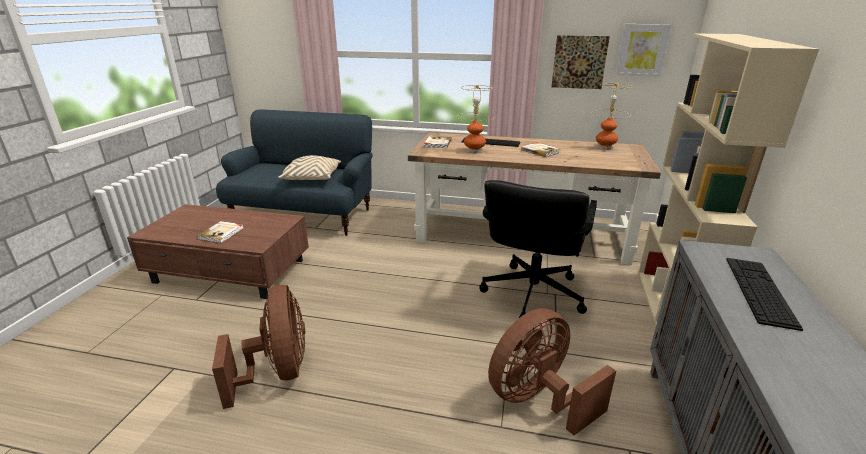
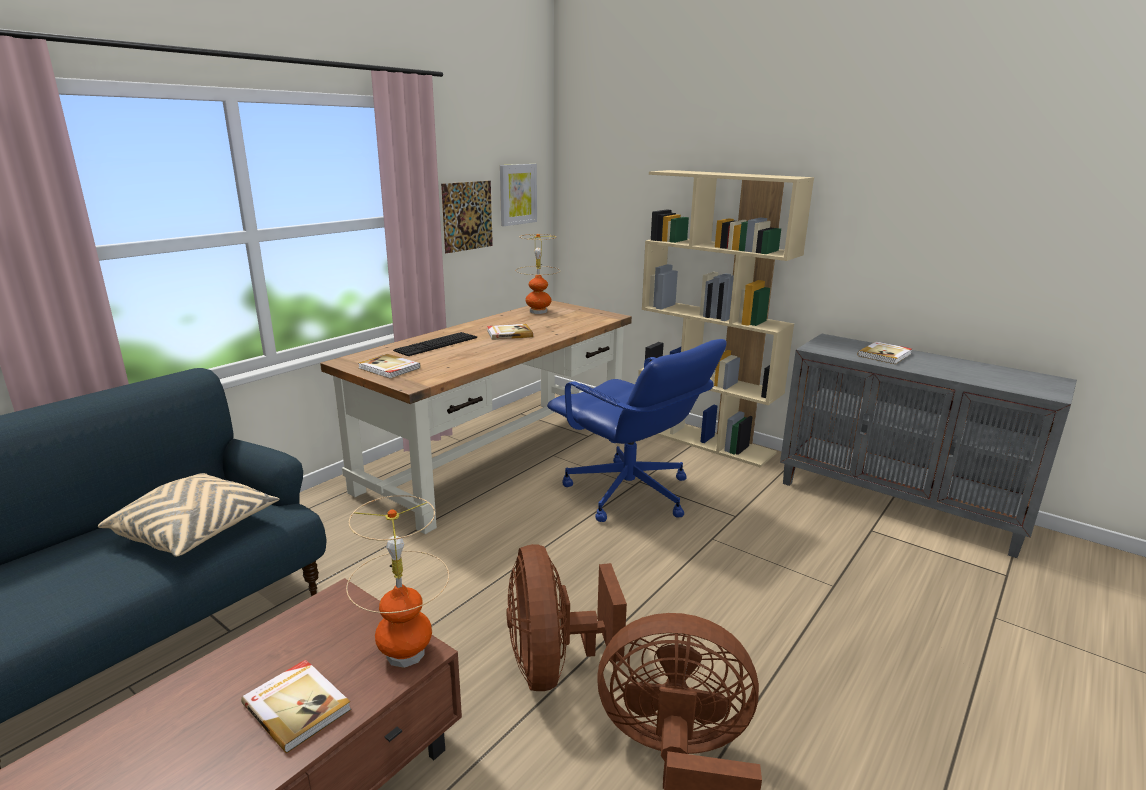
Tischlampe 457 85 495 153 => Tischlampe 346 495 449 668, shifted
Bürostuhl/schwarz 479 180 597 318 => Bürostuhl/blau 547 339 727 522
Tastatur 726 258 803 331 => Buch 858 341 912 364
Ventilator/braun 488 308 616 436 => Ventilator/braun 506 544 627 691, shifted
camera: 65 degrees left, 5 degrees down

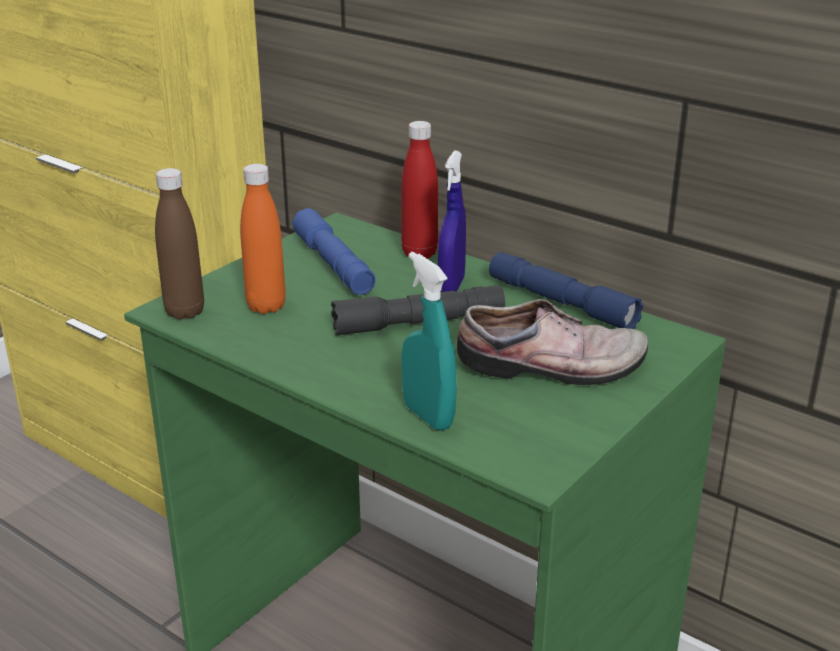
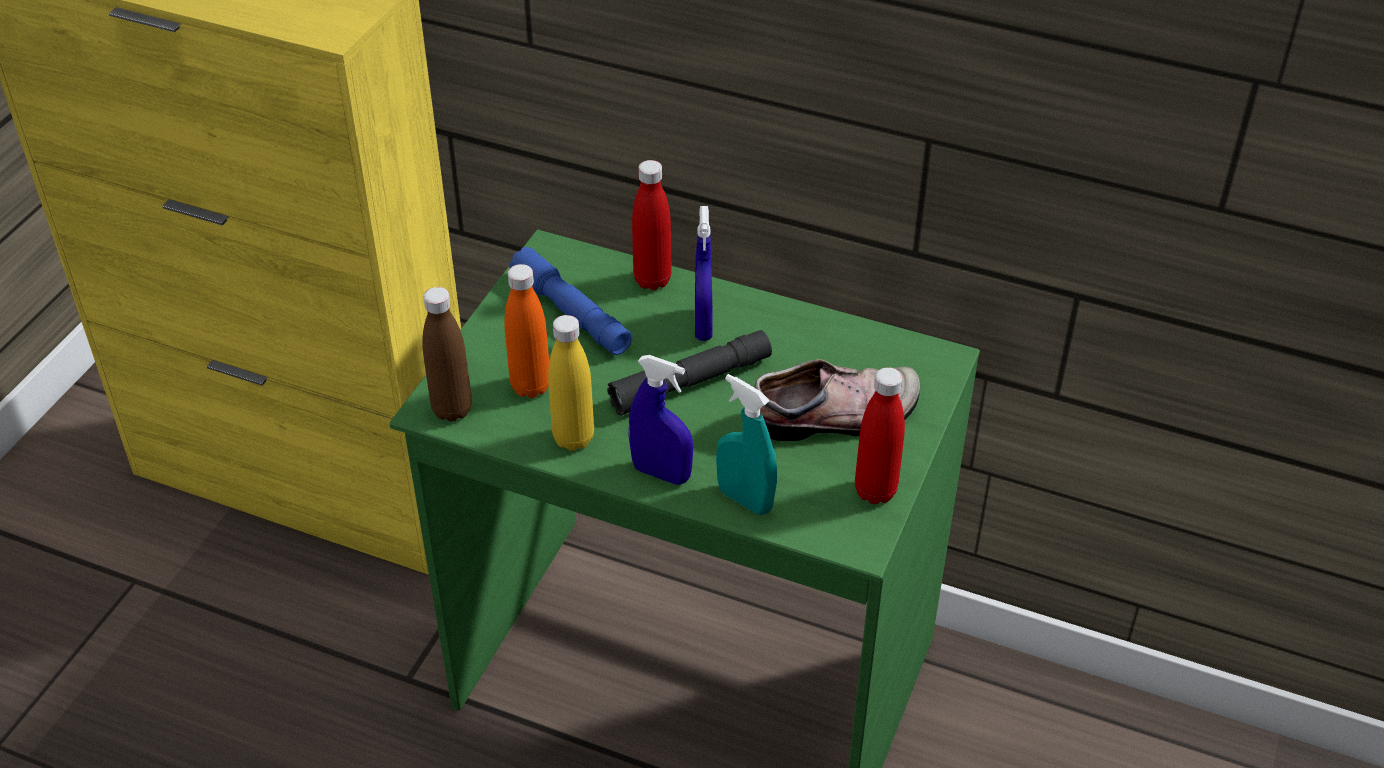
Taschenlampe/blau 489 252 643 329 => nothing
nothing => Flasche/gelb 548 315 594 451
nothing => Sprühflasche/blau 629 355 693 485
nothing => Flasche/rot 855 367 905 504
camera: 15 degrees left, 15 degrees up

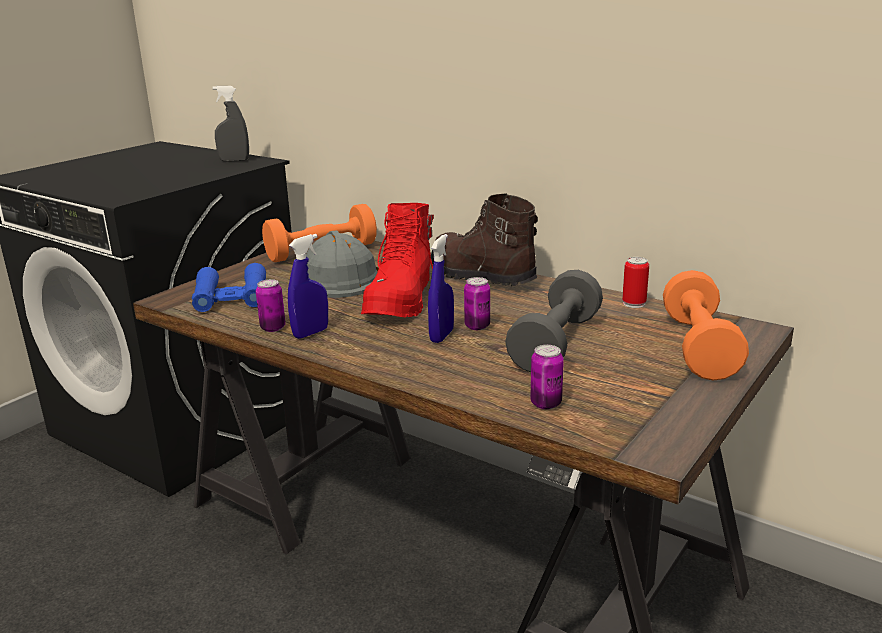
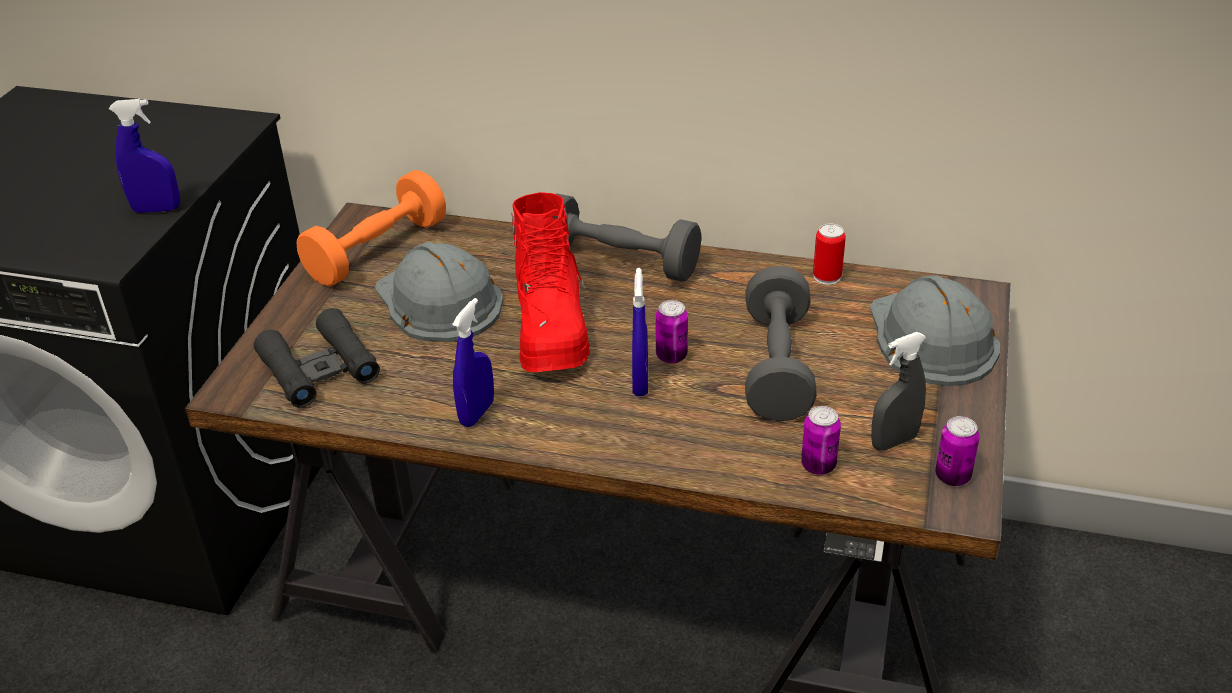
Sprühflasche/grau 212 86 249 161 => Sprühflasche/grau 871 332 926 450, shifted
Stiefel/braun 431 194 538 286 => Hantel/grau 556 193 701 282
Fernglas/blau 192 263 266 312 => Fernglas/schwarz 254 308 380 408
Hantel/orange 663 270 749 381 => Schutzhelm/grau 870 275 1000 386
Dose 256 279 286 332 => Dose 935 416 980 486, shifted
nothing => Sprühflasche/blau 109 99 180 213
camera: 20 degrees left, 15 degrees up

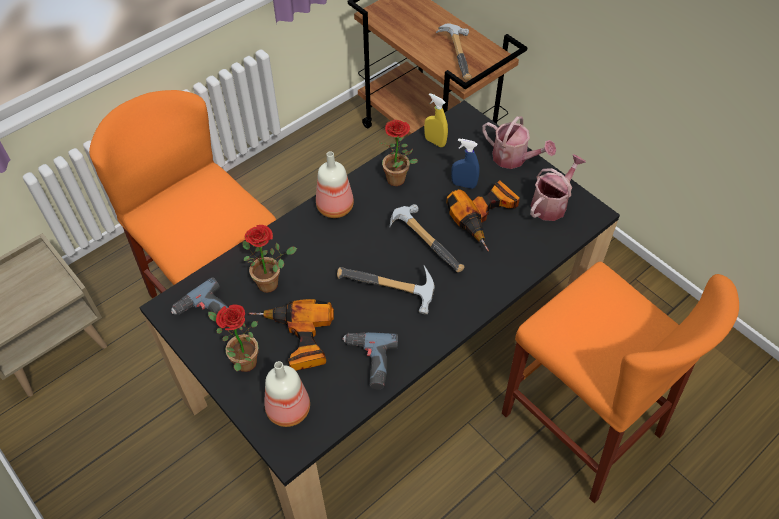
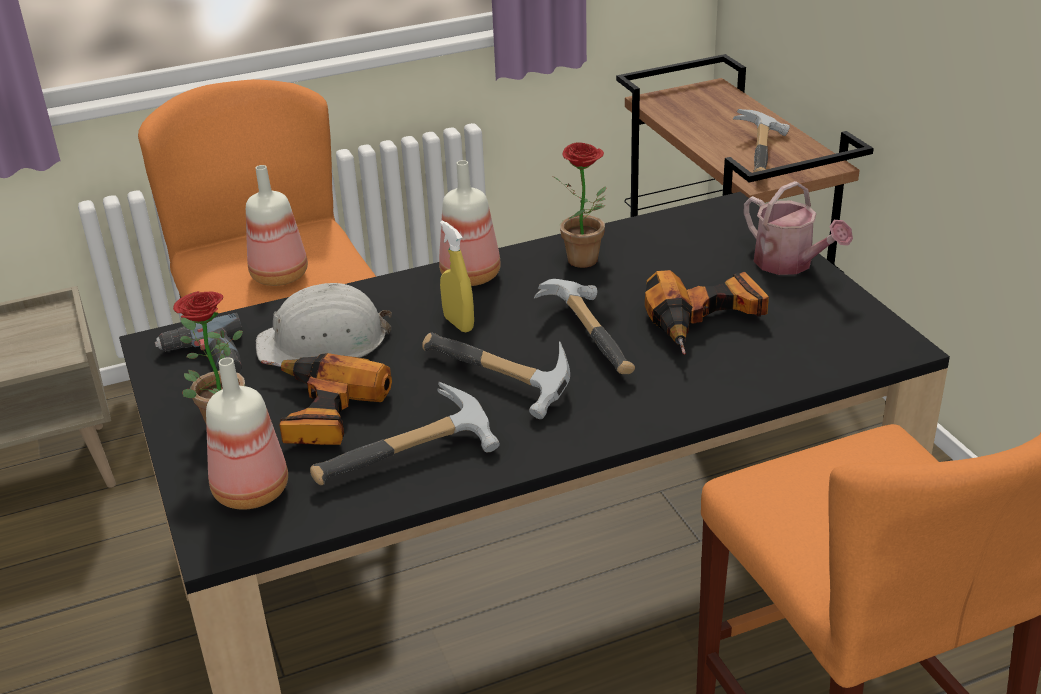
Sprühflasche/gelb 424 93 448 147 => Sprühflasche/gelb 440 220 474 332, shifted
Sprühflasche/blau 451 138 480 189 => nothing
Gießkanne 530 154 586 221 => nothing
Topfpflanze 242 225 297 293 => Schutzhelm/weiß 256 283 392 364
Bohrmaschine 343 332 398 389 => Hammer 310 382 500 485
nothing => Flasche 246 165 308 286
camera: 20 degrees right, 20 degrees down

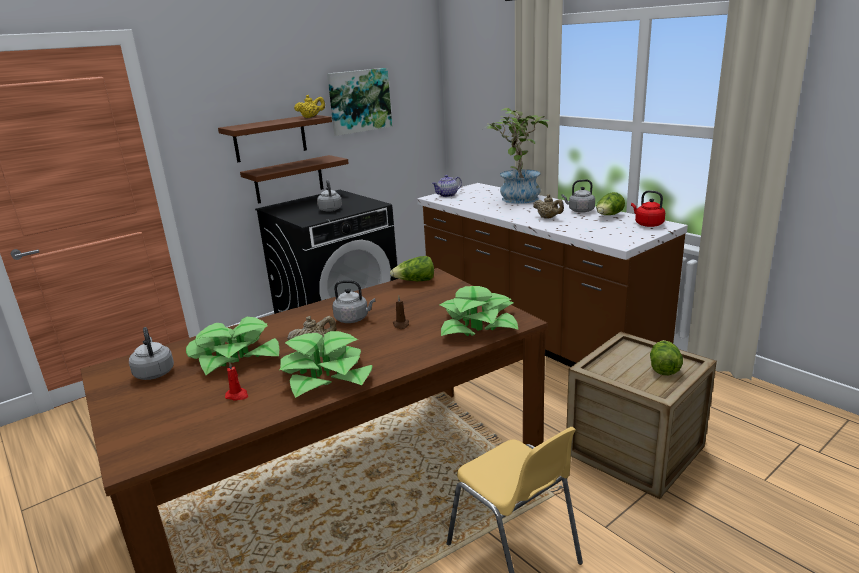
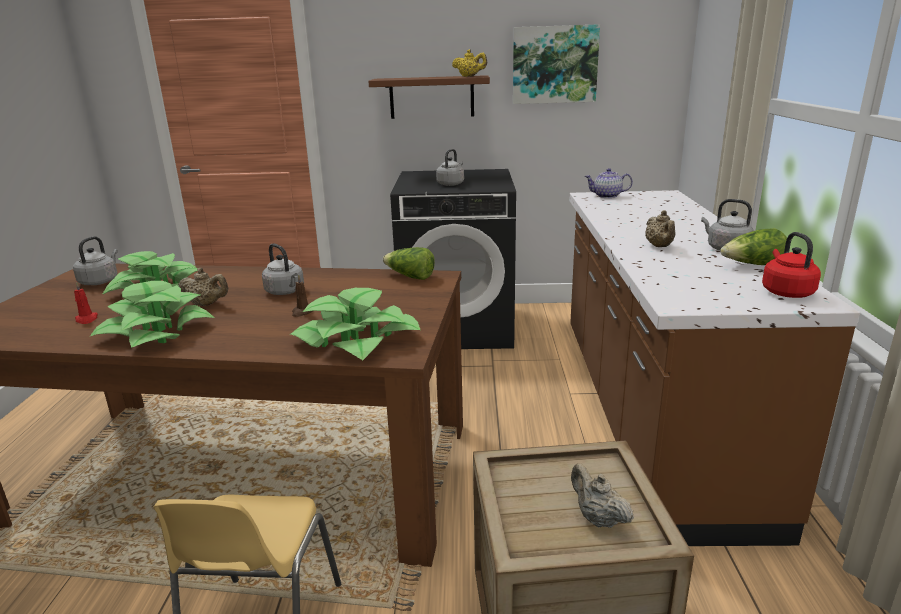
Topfpflanze 486 108 549 204 => nothing
Wandregal/braun 240 155 349 204 => nothing
Salatkopf 650 340 683 375 => Teekanne/beige 571 463 634 528
camera: 40 degrees right, 0 degrees up

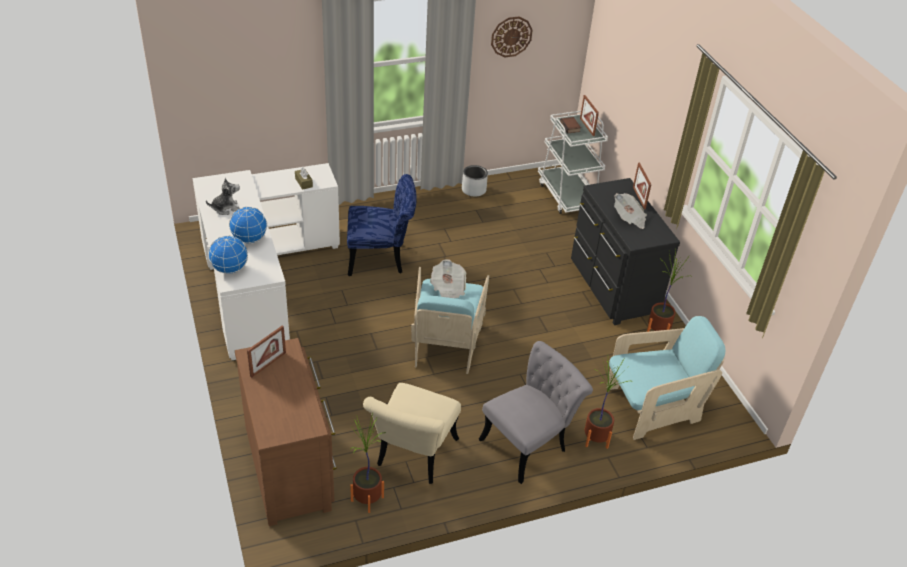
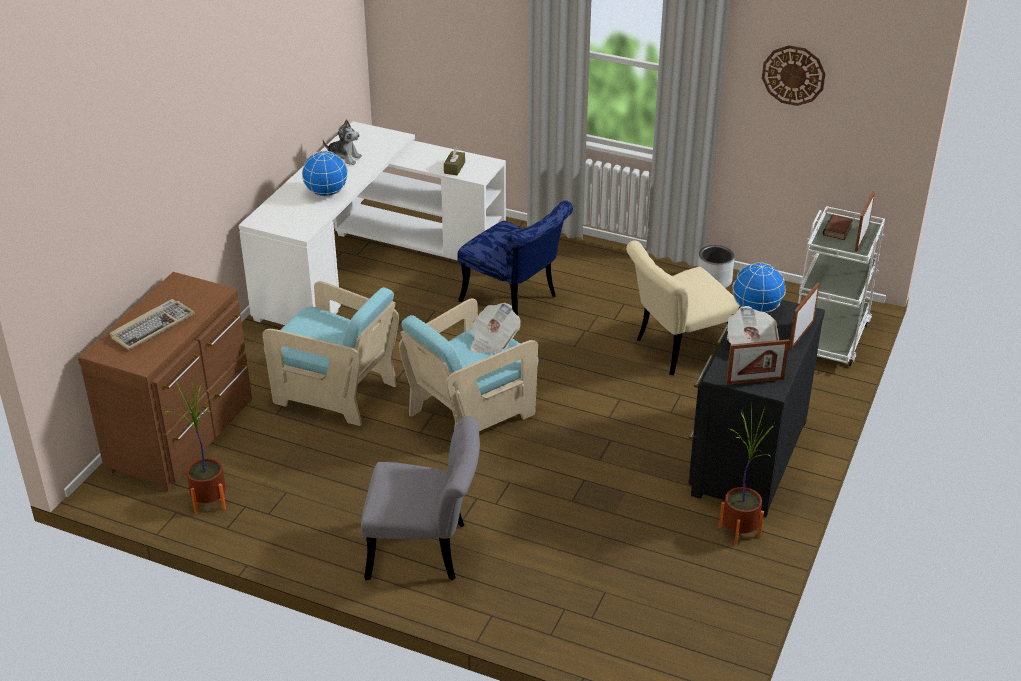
Globus 208 235 248 274 => Globus 732 262 786 313, shifted
Sessel/türkis 607 316 725 440 => Sessel/türkis 262 281 399 426, shifted
Bilderrahmen 247 325 286 378 => Bilderrahmen 726 339 790 385, shifted
Topfpflanze 584 359 628 449 => nothing
Stuhl/beige 363 383 461 484 => Stuhl/beige 626 240 740 375, shifted
nothing => Tastatur 110 299 195 350
camera: 45 degrees right, 5 degrees down

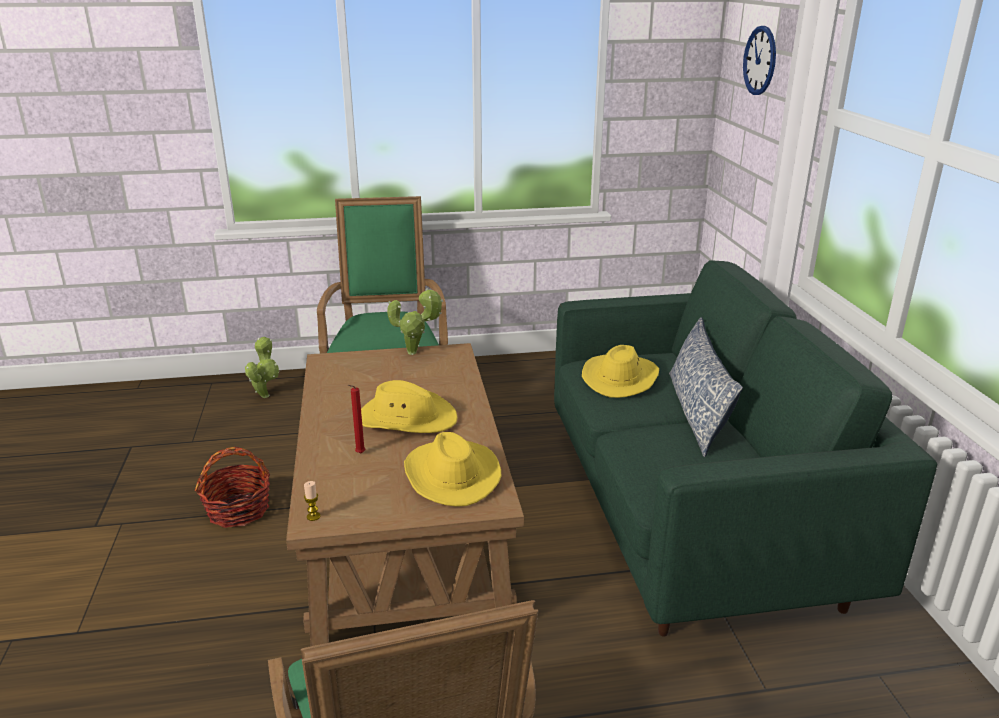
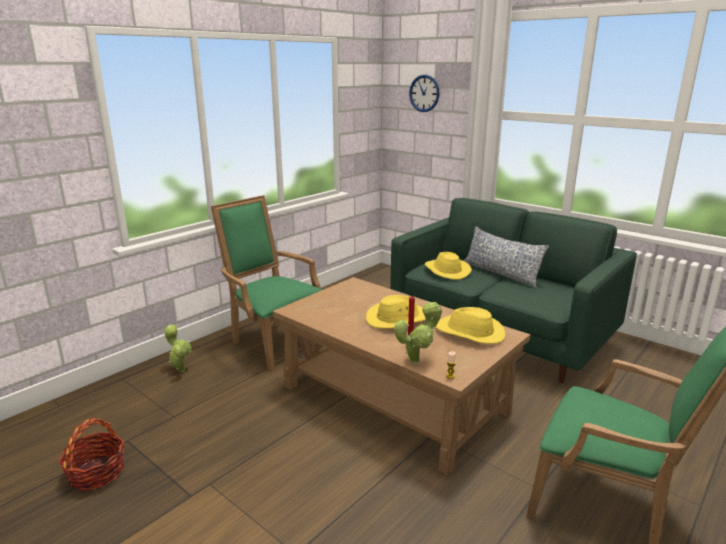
Topfpflanze 387 288 443 355 => Topfpflanze 394 301 442 364, shifted
Korb 195 447 270 528 => Korb 59 418 124 491, shifted
camera: 40 degrees left, 5 degrees down

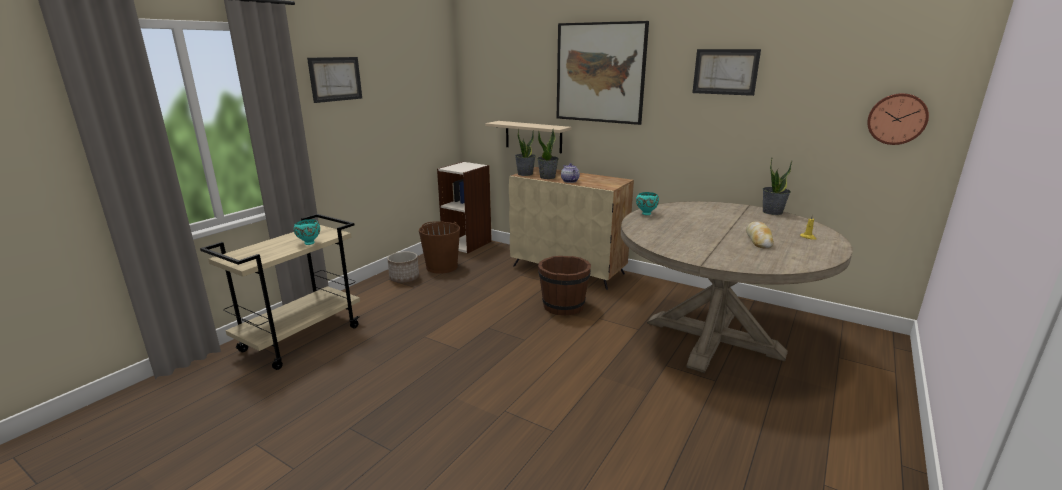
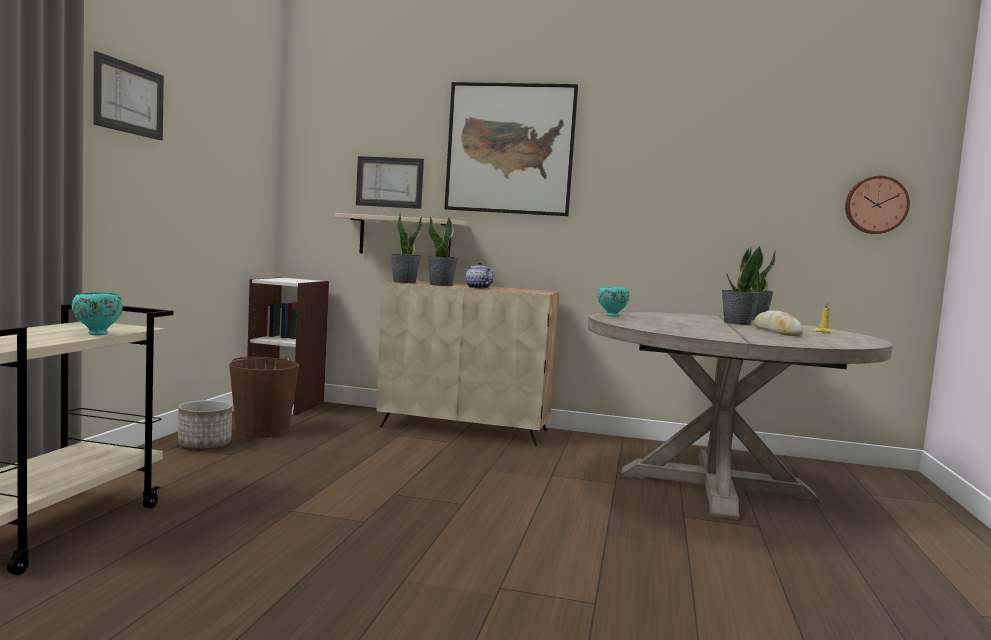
Bild 692 49 761 96 => Bild 356 156 424 209, shifted
Eimer/braun 538 256 591 315 => nothing
nothing => Topfpflanze 721 245 763 325
camera: 20 degrees left, 15 degrees down

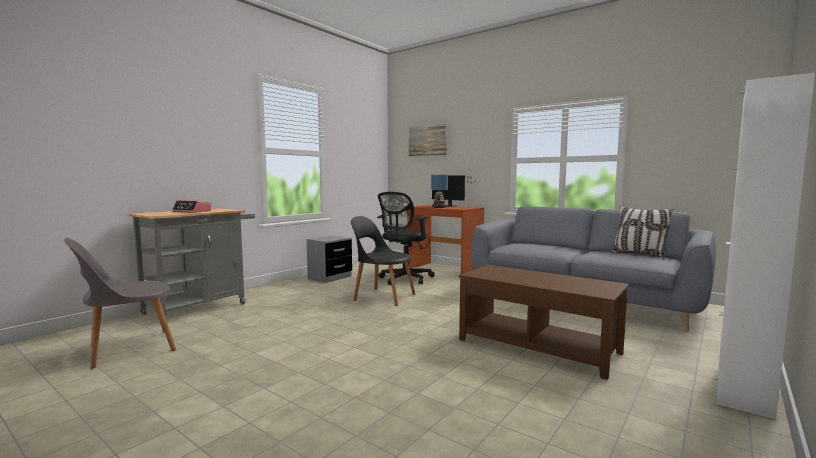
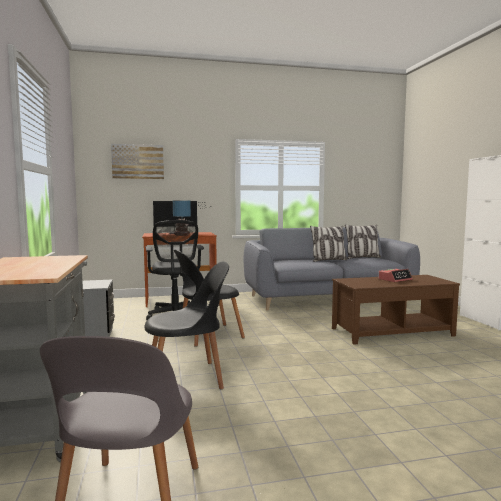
Wecker 172 200 211 213 => Wecker 379 269 413 282, shifted
nothing => Kissen 310 226 348 262
nothing => Stuhl/schwarz 144 261 229 389
camera: 50 degrees left, 0 degrees up

